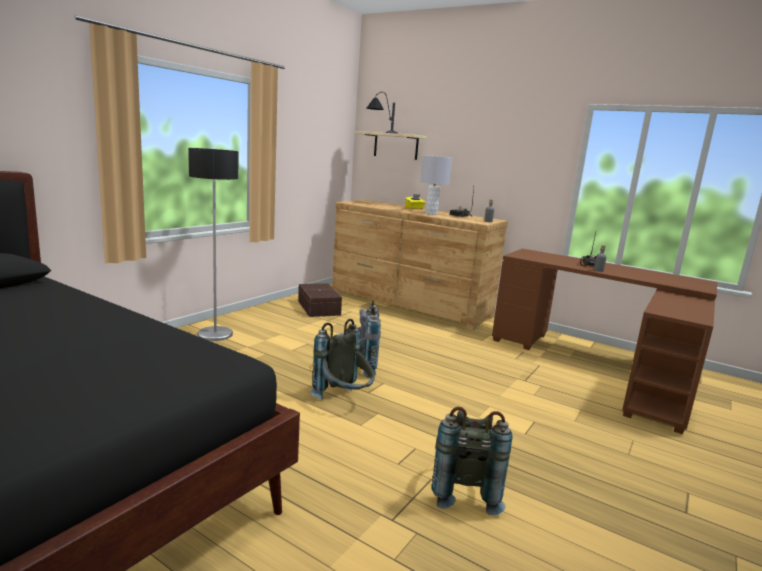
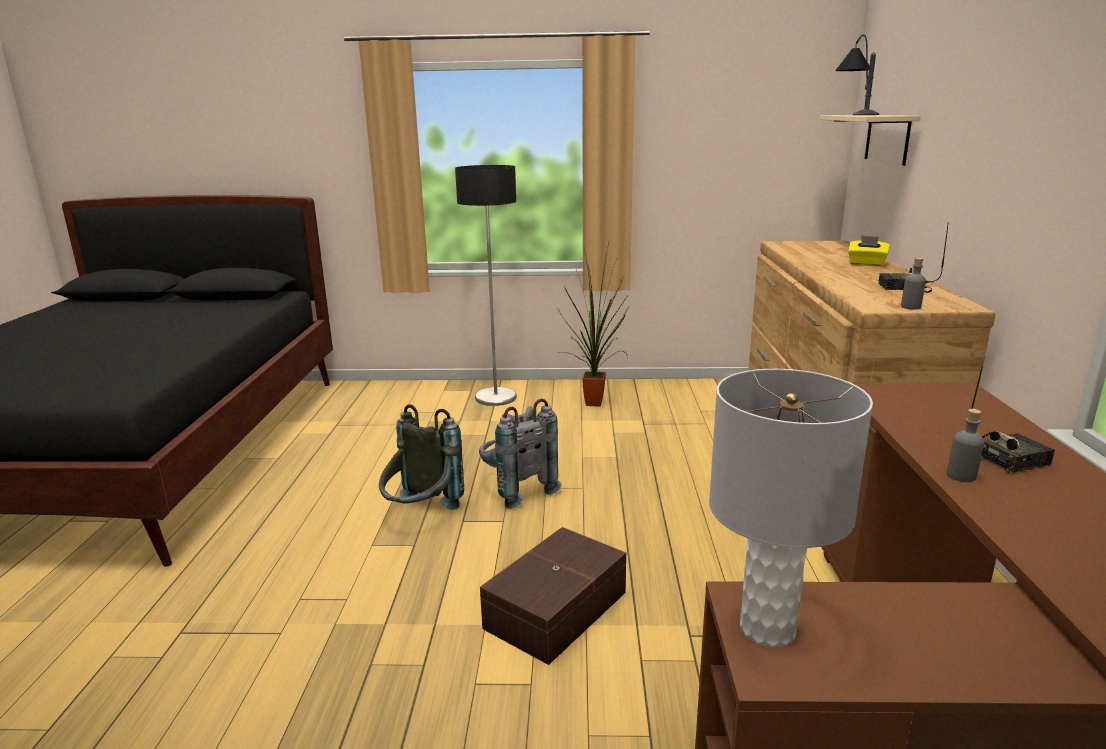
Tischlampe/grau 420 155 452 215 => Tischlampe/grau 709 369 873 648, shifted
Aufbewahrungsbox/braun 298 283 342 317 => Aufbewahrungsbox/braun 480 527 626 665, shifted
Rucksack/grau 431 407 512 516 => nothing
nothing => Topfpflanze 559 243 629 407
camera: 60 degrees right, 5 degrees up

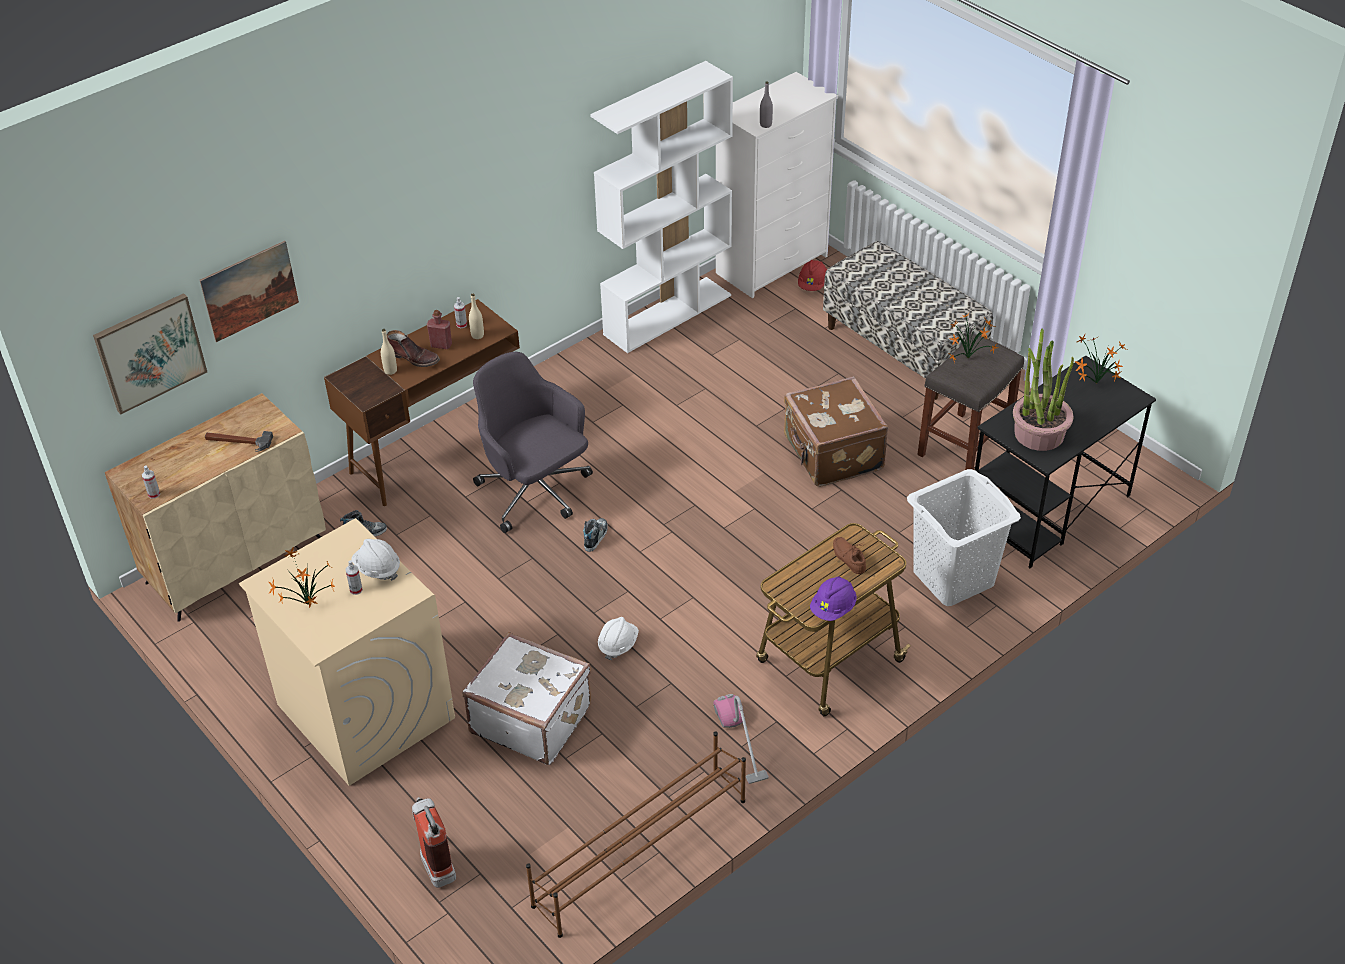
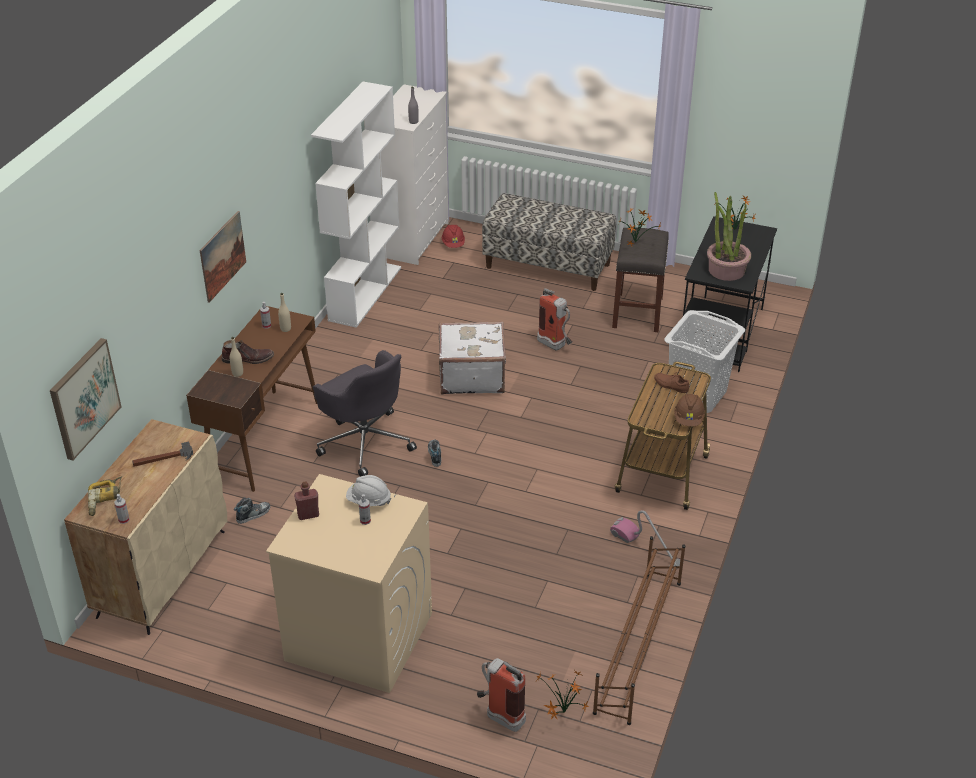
Bild 200 241 299 342 => Bild 200 211 246 303, shifted
Flasche/rot 427 310 452 349 => Flasche/rot 294 481 319 520, shifted
Bürostuhl/grau 473 352 593 533 => Bürostuhl/grau 313 350 417 477, 150 degrees counterclockwise
Koffer/braun 784 376 888 487 => Feuerlöscher 537 288 572 351
Topfpflanze 268 547 335 608 => Topfpflanze 535 670 589 719, shifted
Schutzhelm/lila 810 577 857 621 => Schutzhelm/braun 674 394 705 426
Schutzhelm/weiß 598 617 639 660 => nothing
Koffer/weiß 463 632 591 765 => Koffer/weiß 439 321 506 395, shifted
nothing => Bohrmaschine 88 476 122 516
camera: 30 degrees left, 5 degrees down

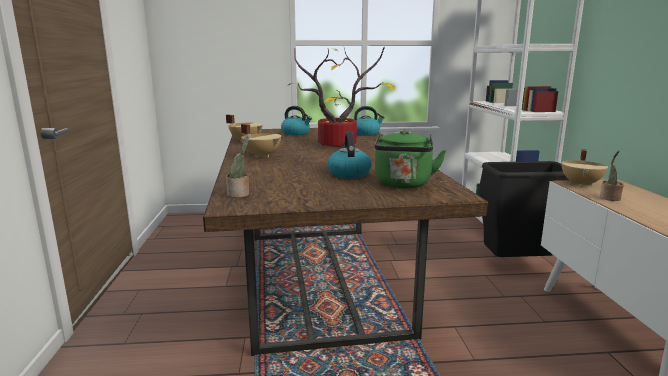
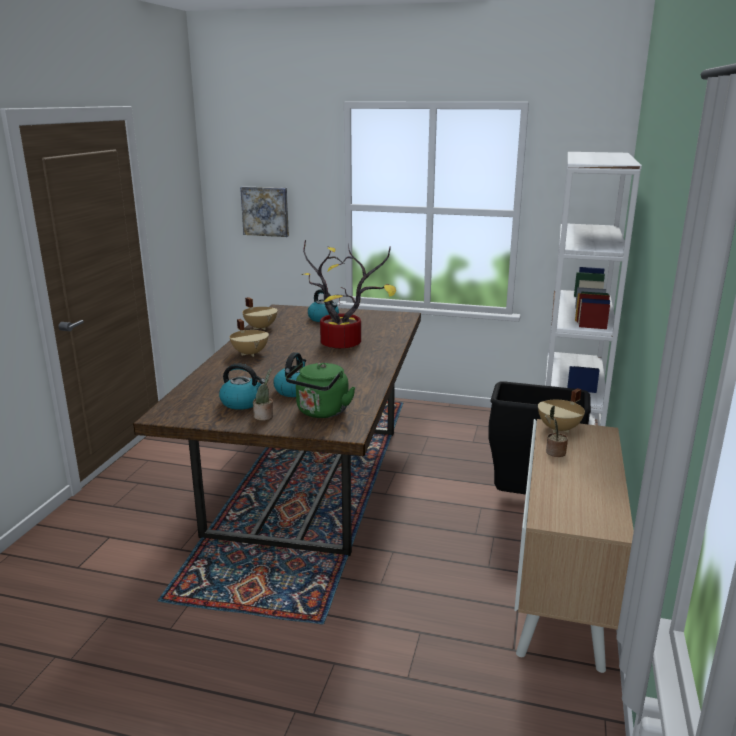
Wasserkessel 354 106 385 136 => Wasserkessel 219 363 265 410, shifted
Topfpflanze 226 133 250 198 => Topfpflanze 253 368 273 421, shifted
nothing => Bild 240 186 289 237
camera: 20 degrees right, 5 degrees up

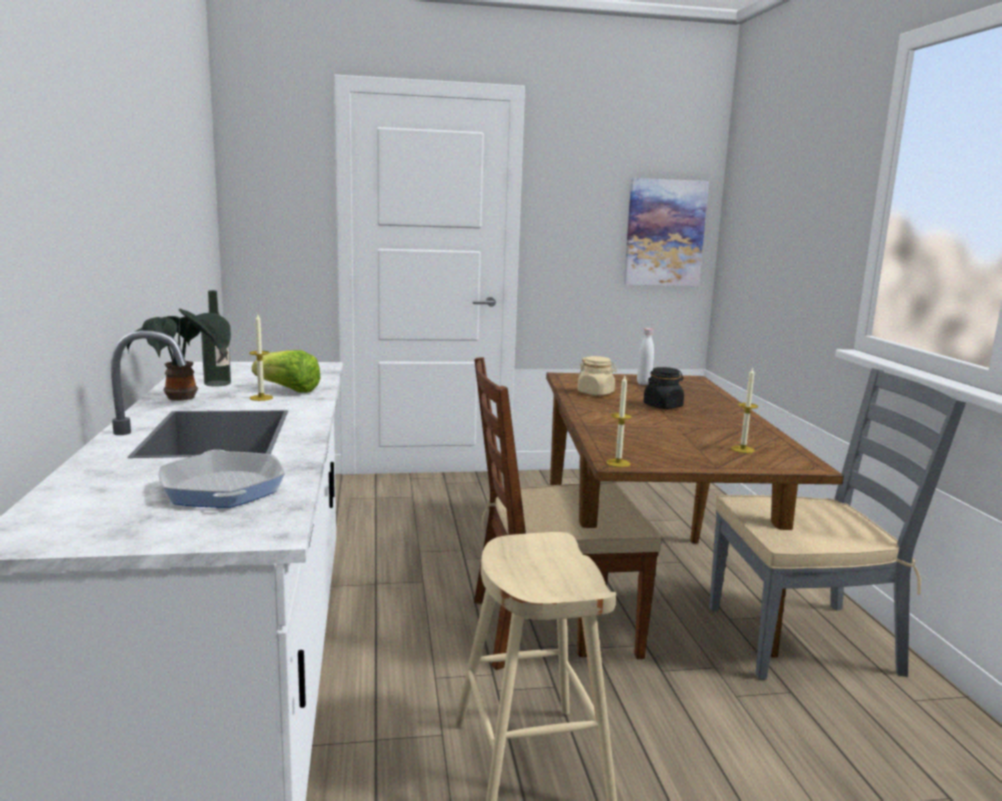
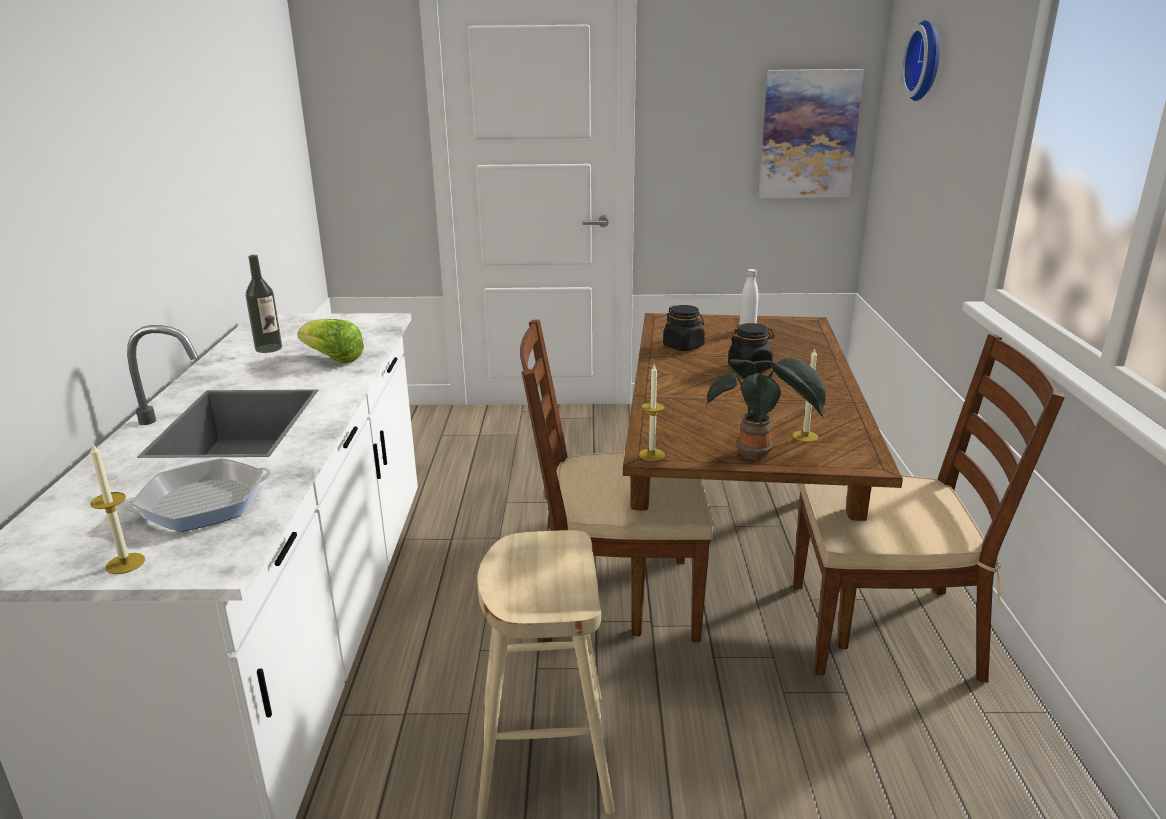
Topfpflanze 127 309 231 401 => Topfpflanze 706 358 826 460, shifted
Kerze 249 314 273 401 => Kerze 90 442 145 574, shifted
Vorratsglas/beige 578 356 617 396 => Vorratsglas/schwarz 663 305 705 351
Stuhl/grau 709 368 966 680 => Stuhl/braun 793 334 1065 683
Pfanne 158 450 285 508 => Pfanne 123 458 271 532, 75 degrees clockwise
nothing => Wanduhr 901 20 940 101
camera: 10 degrees right, 10 degrees up

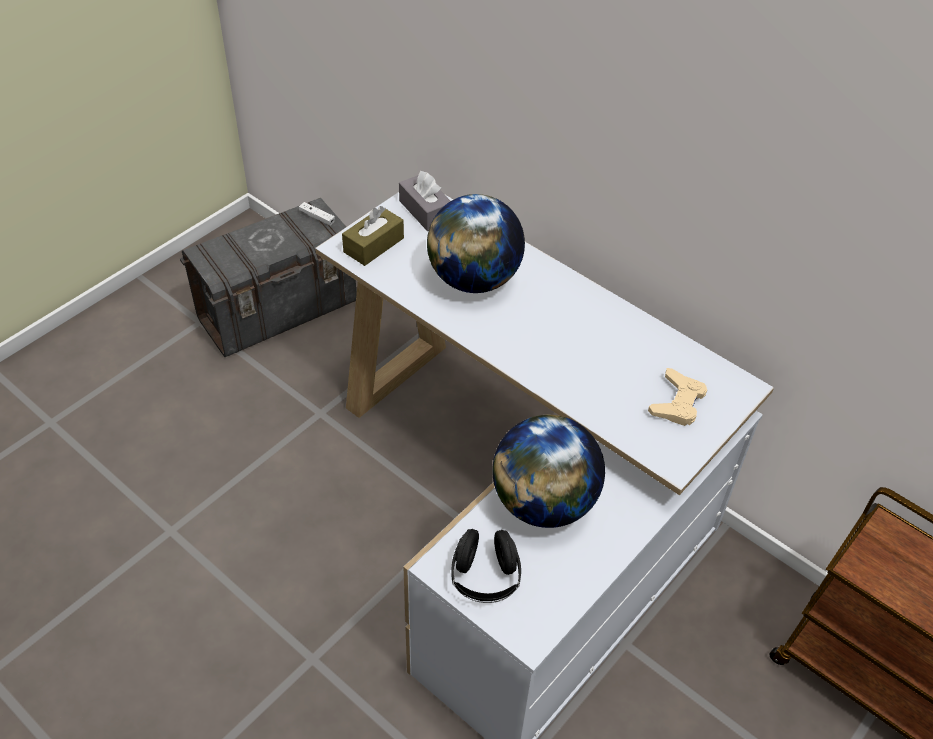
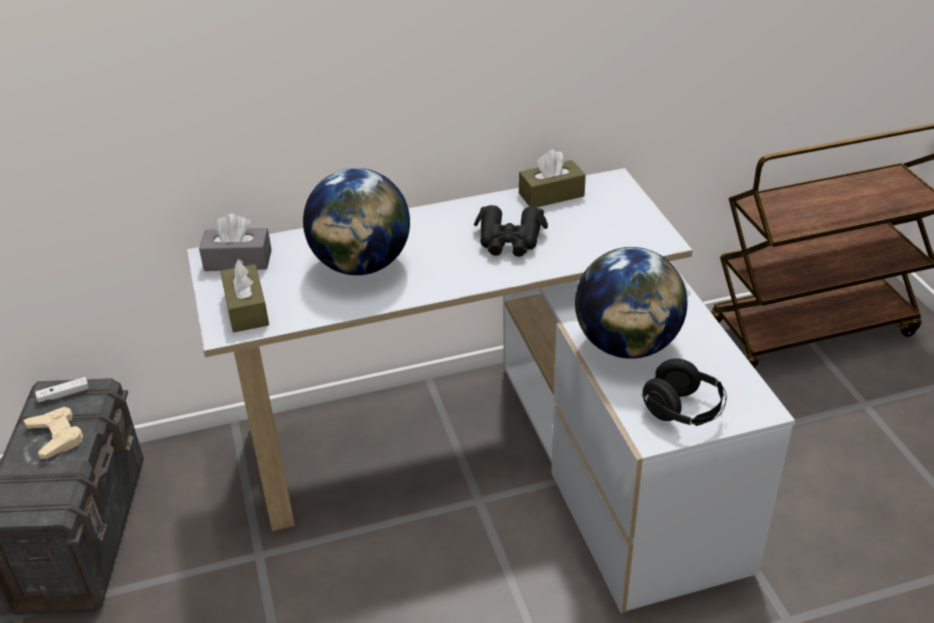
Gamepad/beige 648 368 707 426 => Gamepad/beige 23 407 83 459, shifted
nothing => Taschentuchbox/braun 519 149 586 208
nothing => Fernglas/schwarz 474 205 548 257
camera: 55 degrees left, 10 degrees down

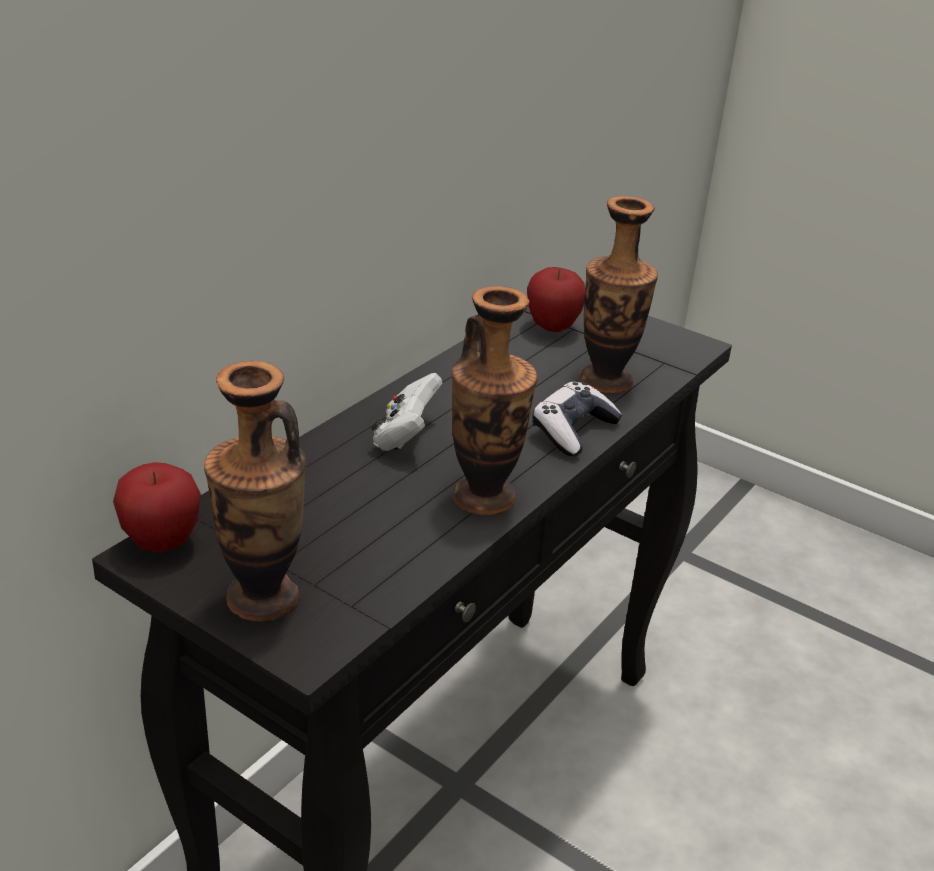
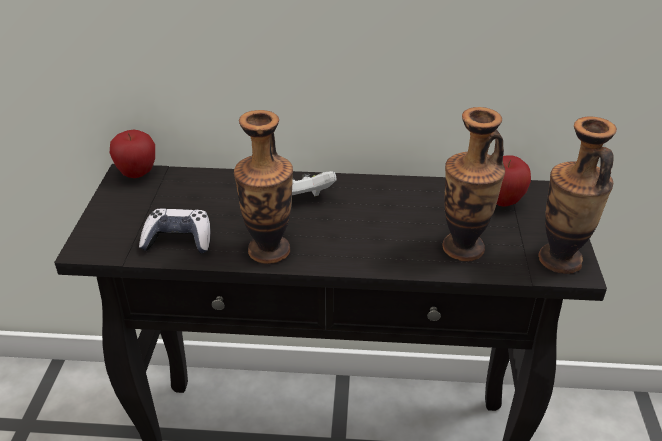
Vase 204 361 306 622 => Vase 538 117 617 274, shifted
Gamepad 532 382 622 456 => Gamepad 139 208 211 253, shifted
camera: 60 degrees right, 5 degrees up

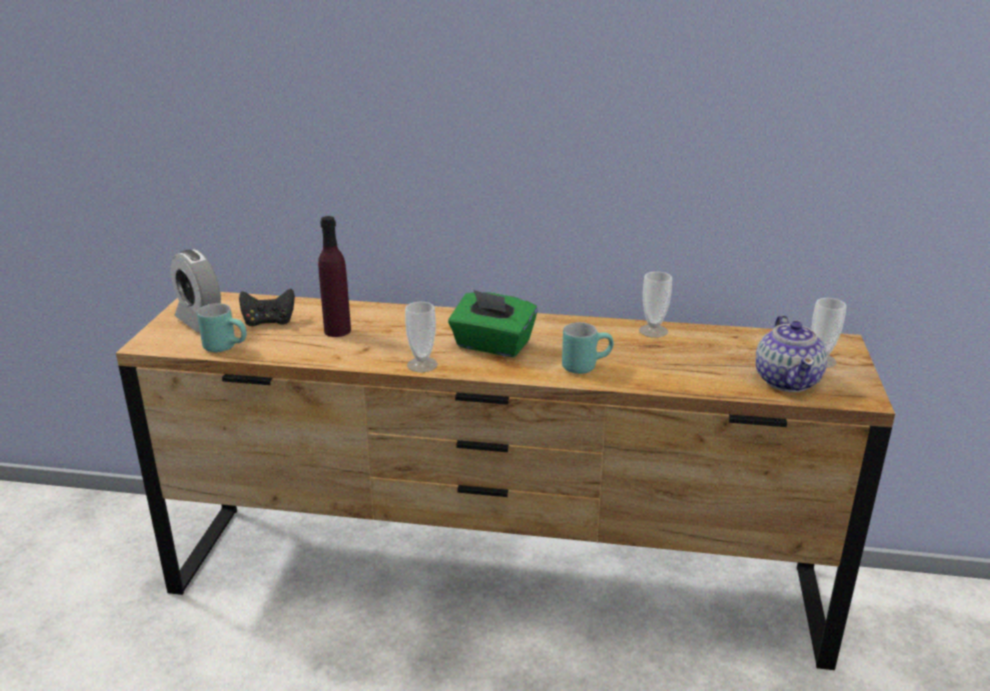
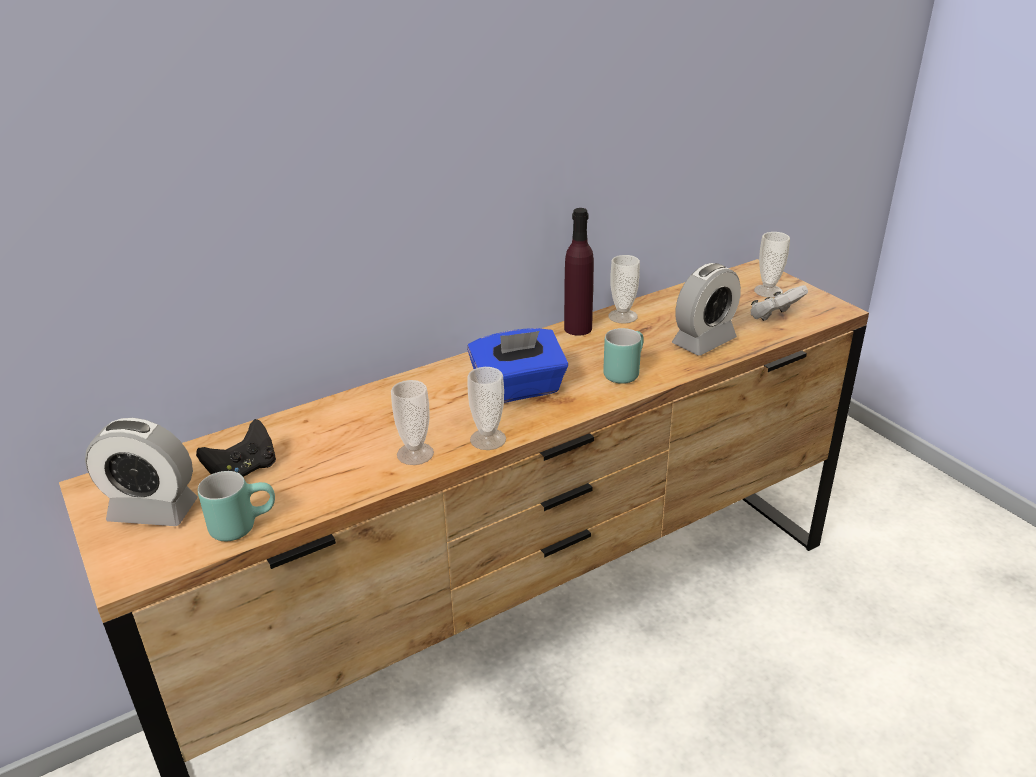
Flasche/lila 318 216 351 337 => Flasche/lila 564 208 594 336, shifted
Taschentuchbox/grün 448 290 538 357 => Taschentuchbox/blau 467 328 568 403
Teekanne 756 315 827 392 => Gamepad/weiß 750 285 808 321
nothing => Wecker 672 263 741 356
nothing => Tasse 391 380 434 465
camera: 40 degrees left, 5 degrees up

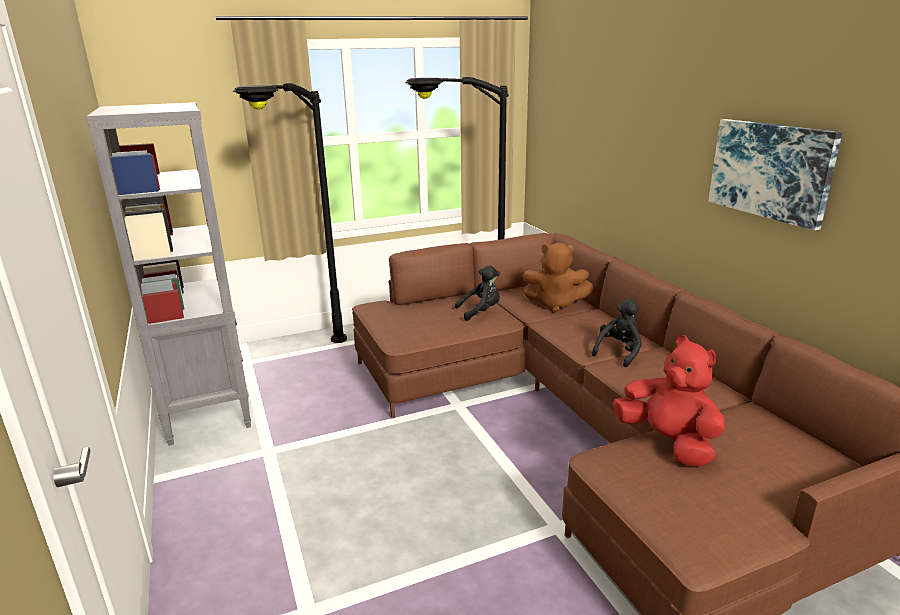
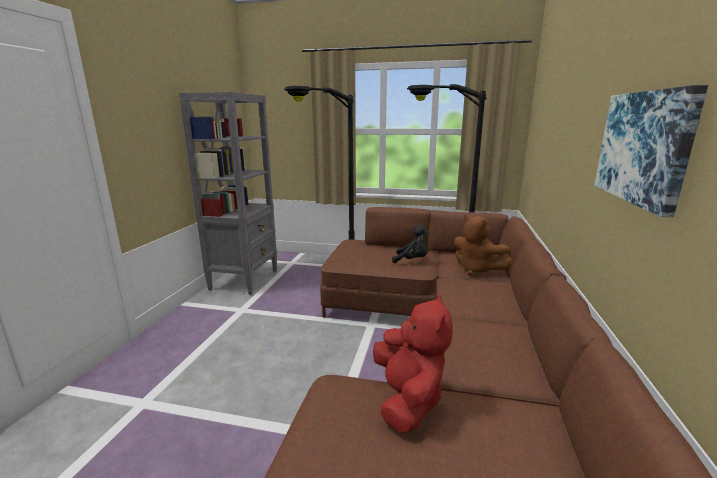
Plüschtier/schwarz 592 298 642 367 => nothing
camera: 35 degrees right, 5 degrees down

